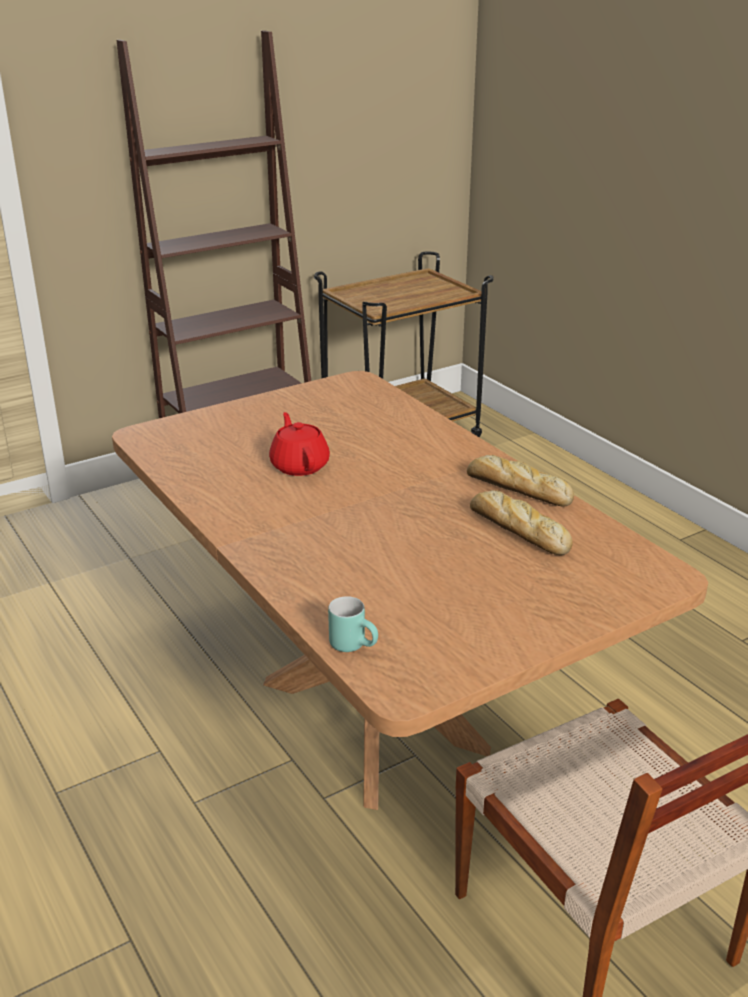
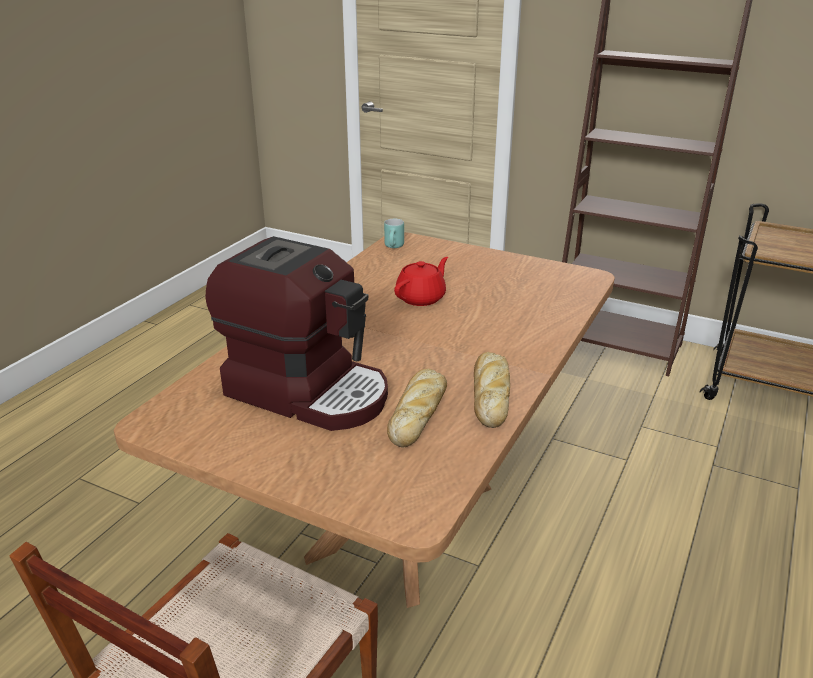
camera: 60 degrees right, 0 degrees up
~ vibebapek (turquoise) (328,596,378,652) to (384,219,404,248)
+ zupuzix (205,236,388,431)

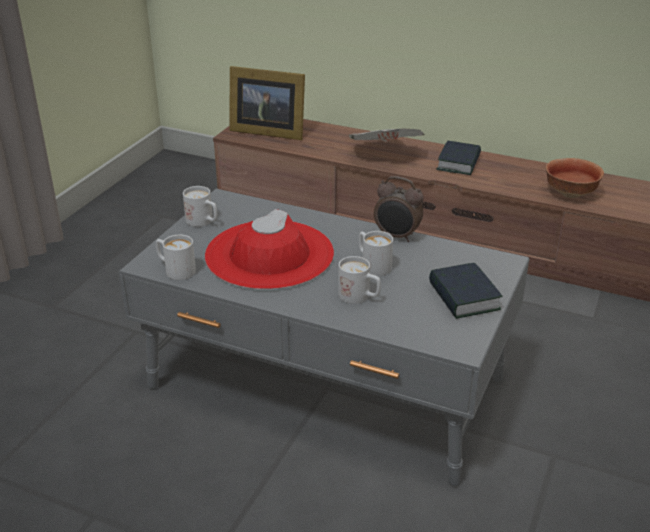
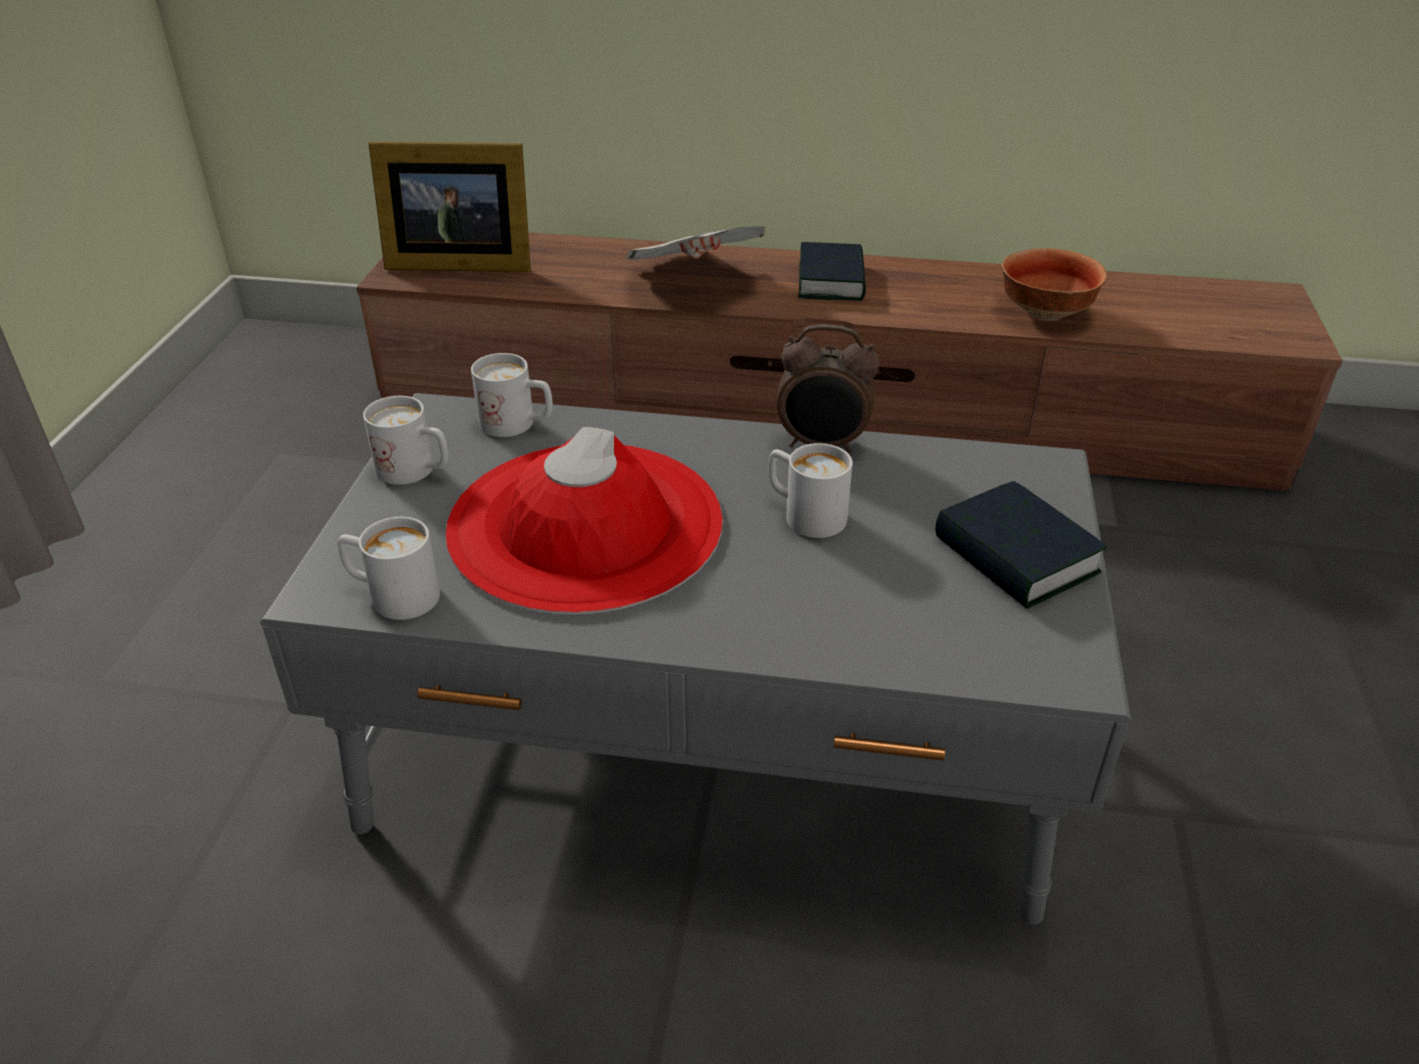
camera: 15 degrees left, 5 degrees up
~ vibebapek (white) (338,256,381,304) to (471,353,553,437)

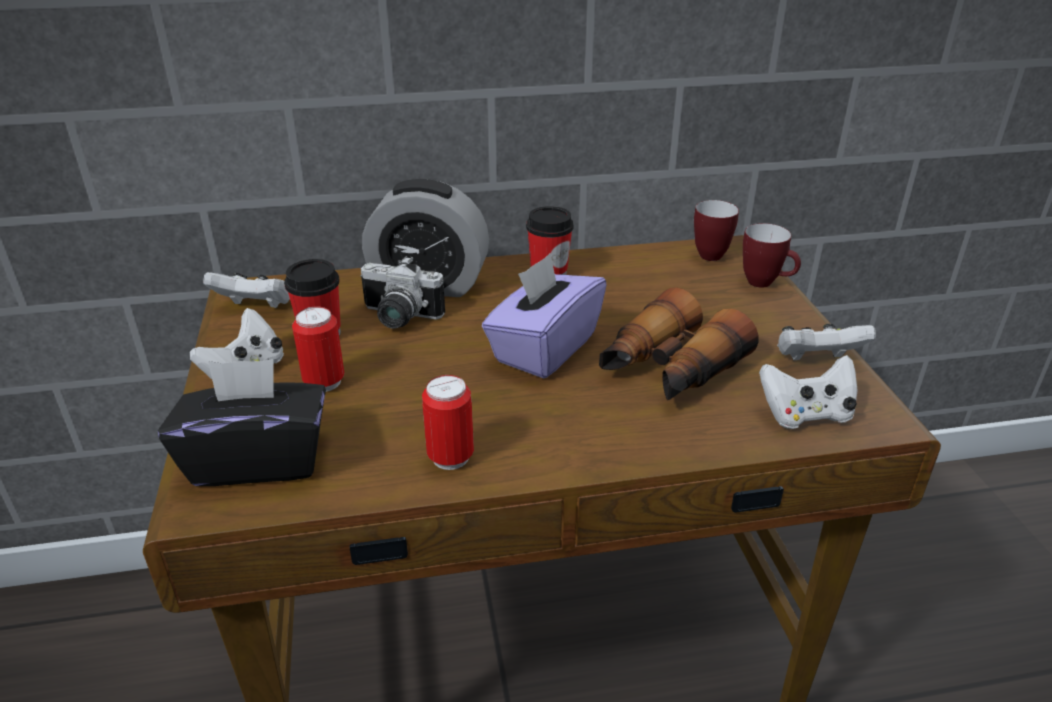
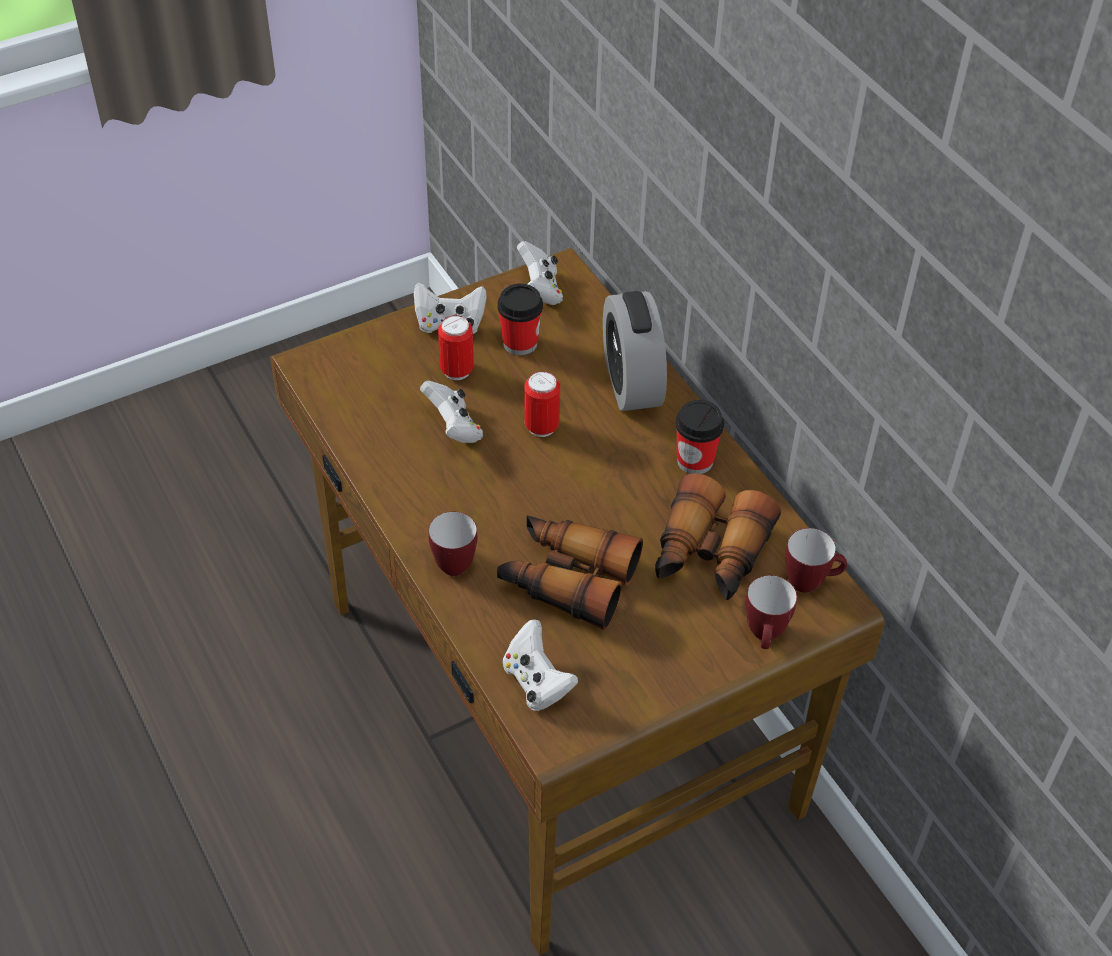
camera: 70 degrees right, 15 degrees up
- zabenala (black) (158,359,326,486)
- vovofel (360,256,445,329)
~ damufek (422,375,474,470) to (524,371,560,437)
- zabenala (purple) (482,253,607,379)
~ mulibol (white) (777,324,876,360) to (420,381,483,443)
+ vibebapek (428,512,477,576)
+ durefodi (655,473,781,600)

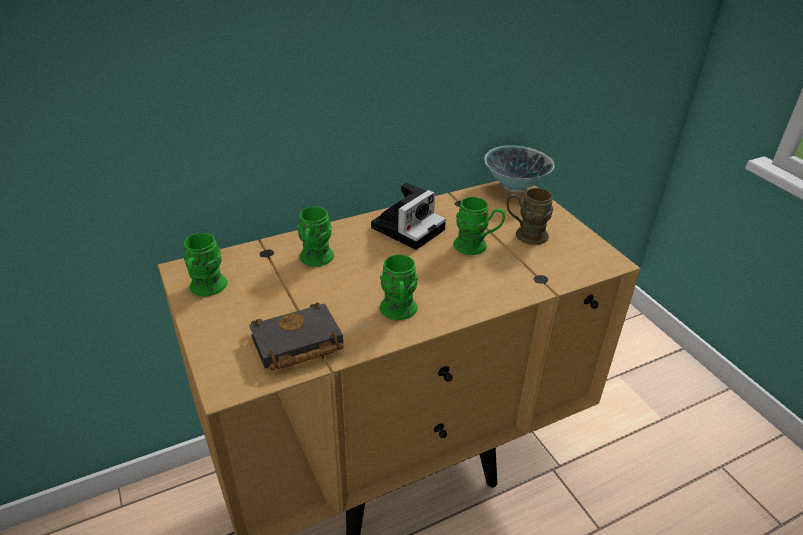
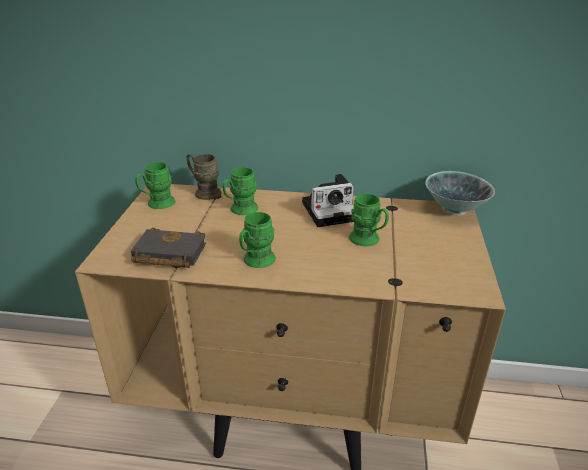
camera: 35 degrees right, 5 degrees down
~ vibebapek (brown) (507,188,553,245) to (186,154,221,200)

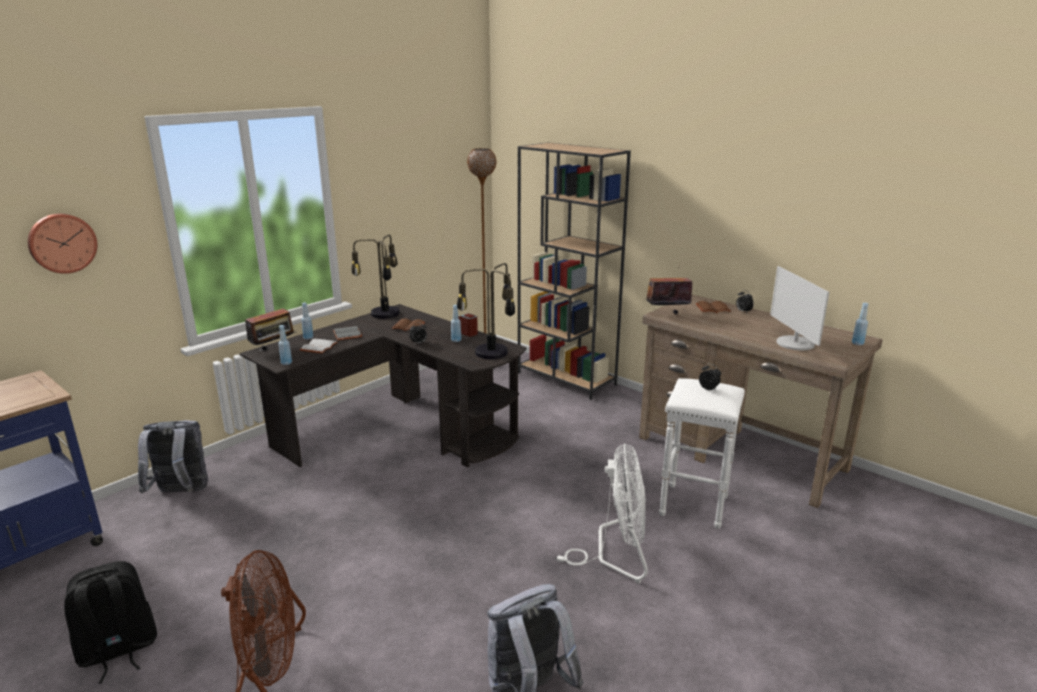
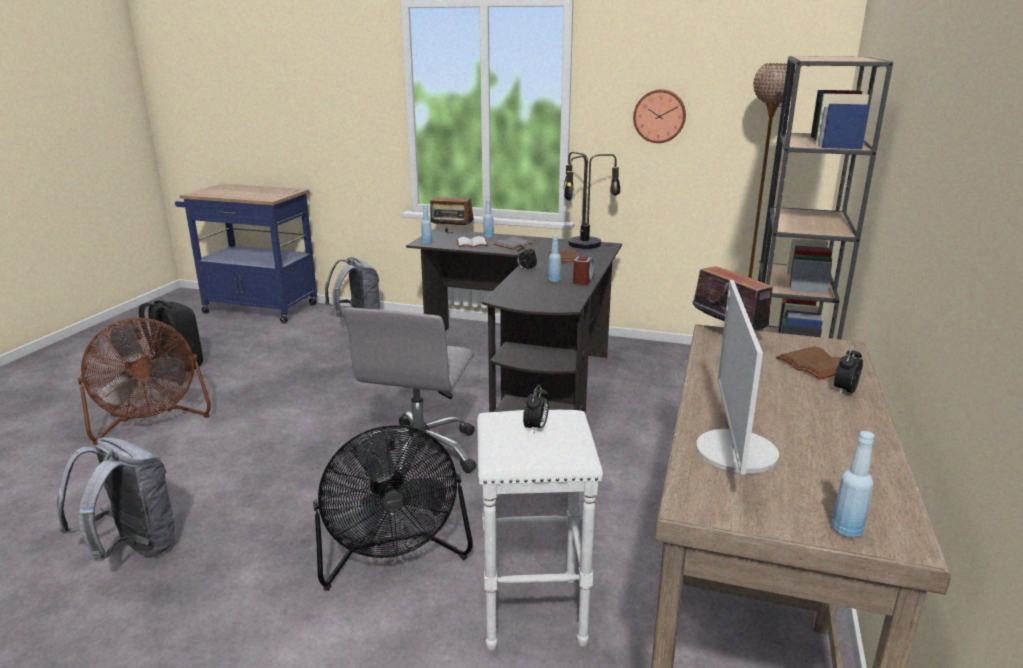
camera: 65 degrees right, 0 degrees up
~ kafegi (28,214,97,274) to (633,89,686,143)
- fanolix (457,263,515,359)
~ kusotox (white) (555,444,648,584) to kusotox (black) (313,425,473,591)
~ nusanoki (770,266,829,350) = (696,280,779,475) 45 degrees counterclockwise
+ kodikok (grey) (344,308,477,484)

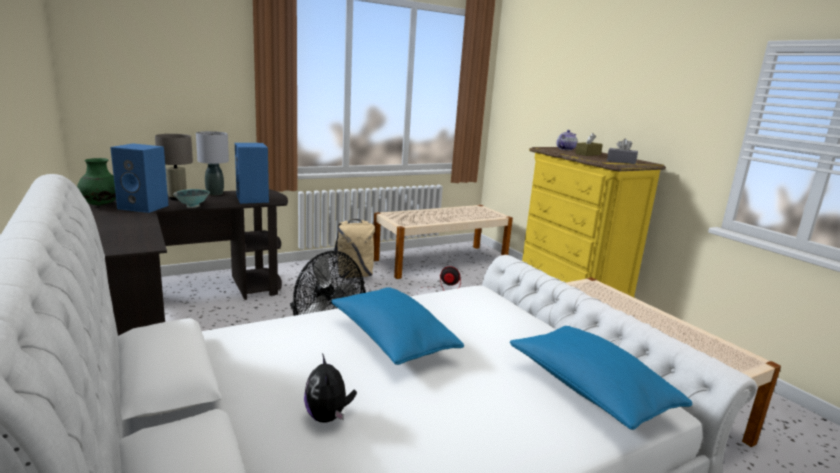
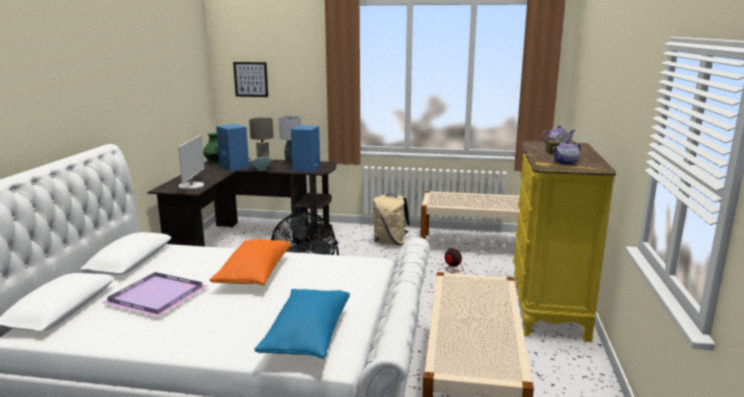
camera: 40 degrees right, 0 degrees up
~ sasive (304,353,357,423) to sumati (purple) (101,272,208,317)
~ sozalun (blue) (331,287,464,365) to sozalun (orange) (210,239,291,285)
~ zabenala (grey) (607,138,638,164) to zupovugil (553,140,581,165)
+ nusanoki (178,135,205,190)
+ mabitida (233,62,268,97)

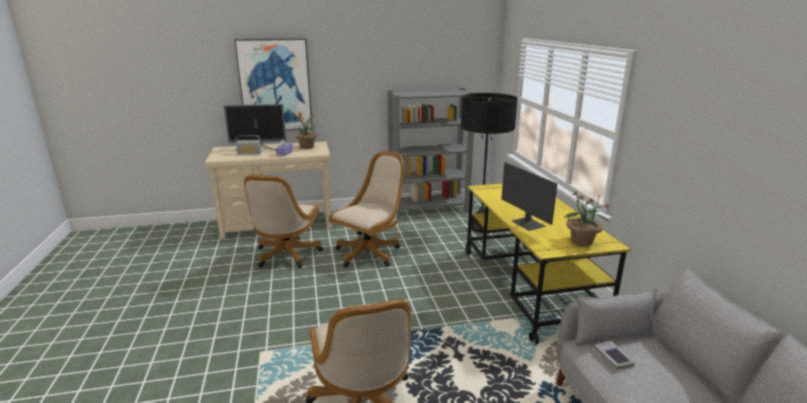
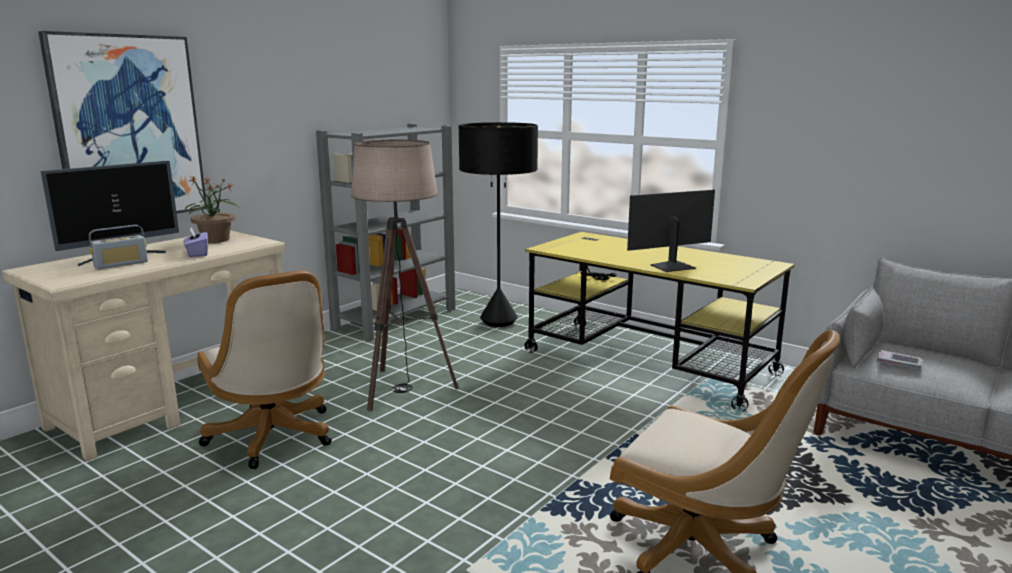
camera: 40 degrees left, 5 degrees down
~ kodikok (329,151,404,267) to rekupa (351,140,458,411)
~ nusanoki (501,162,557,231) = (627,190,715,272) 135 degrees clockwise
- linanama (564,192,609,246)

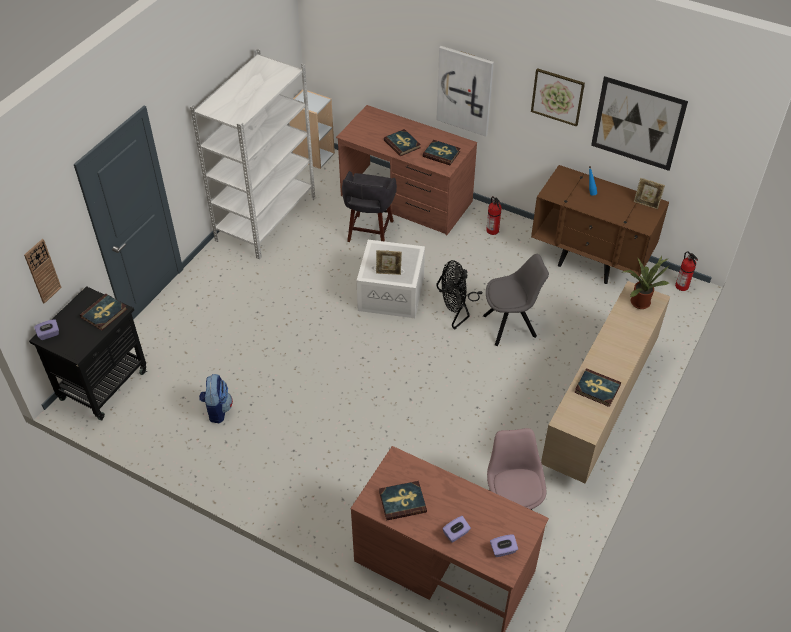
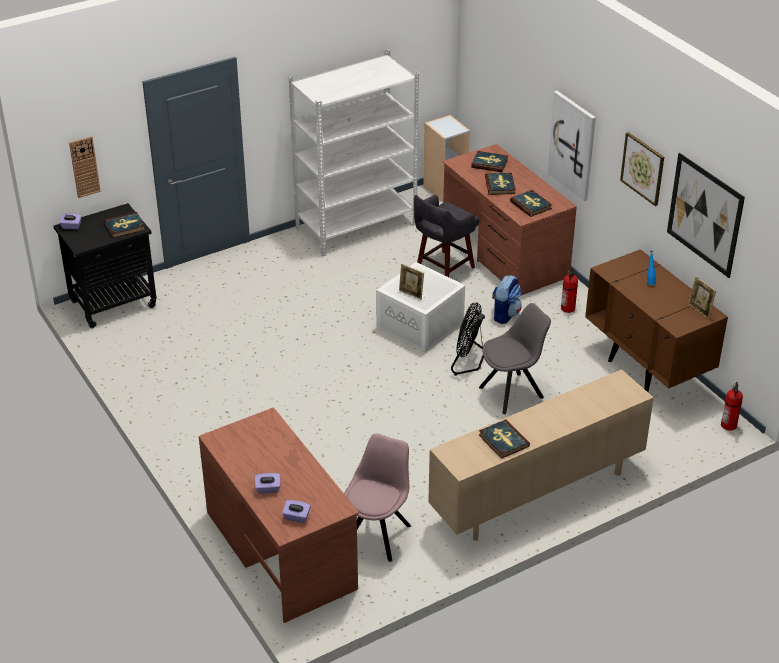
camera: 30 degrees right, 10 degrees down
~ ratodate (199,374,233,423) to (492,275,522,324)
~ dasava (379,481,427,521) to (471,151,508,172)
~ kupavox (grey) (483,254,549,346) = (479,303,551,414) 45 degrees counterclockwise
- linanama (623,256,670,309)

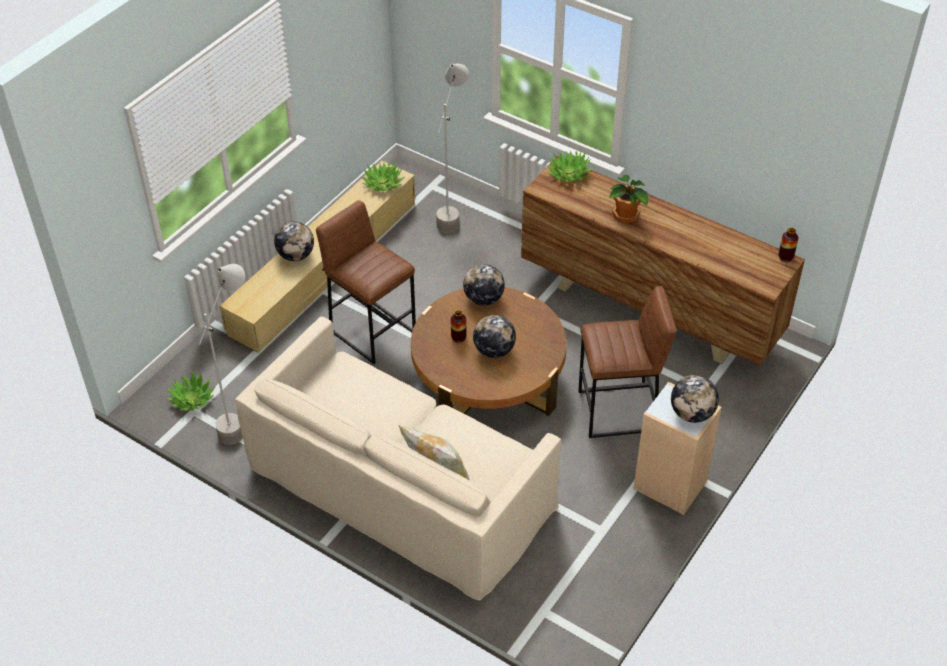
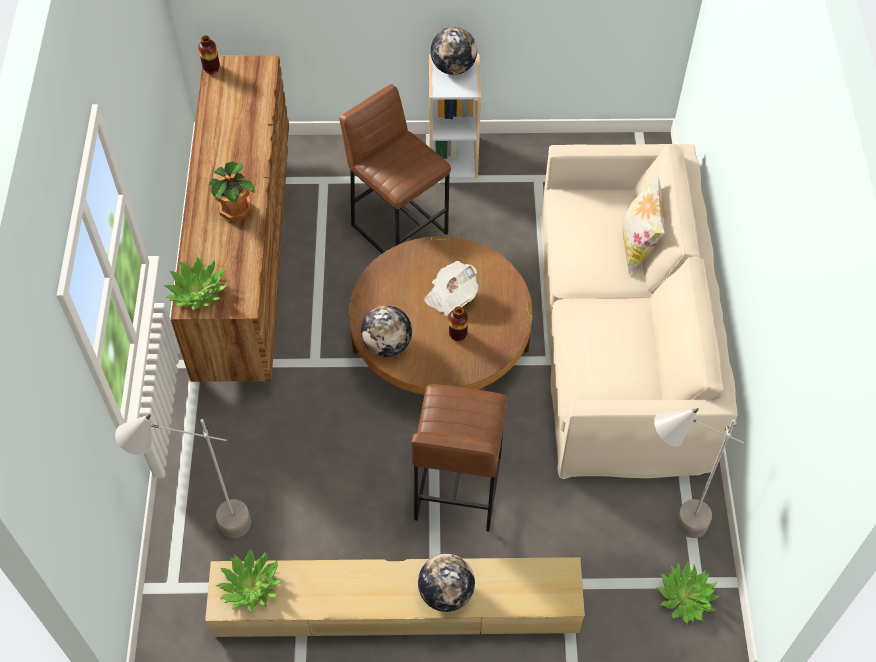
camera: 125 degrees left, 10 degrees up
~ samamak (473,315,516,358) to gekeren (424,261,478,316)

